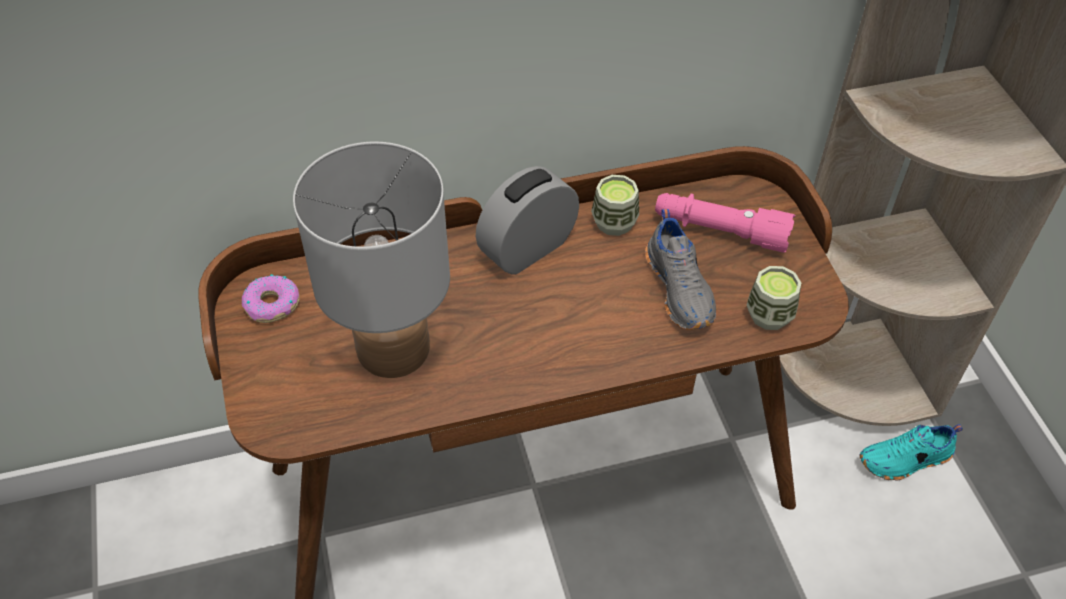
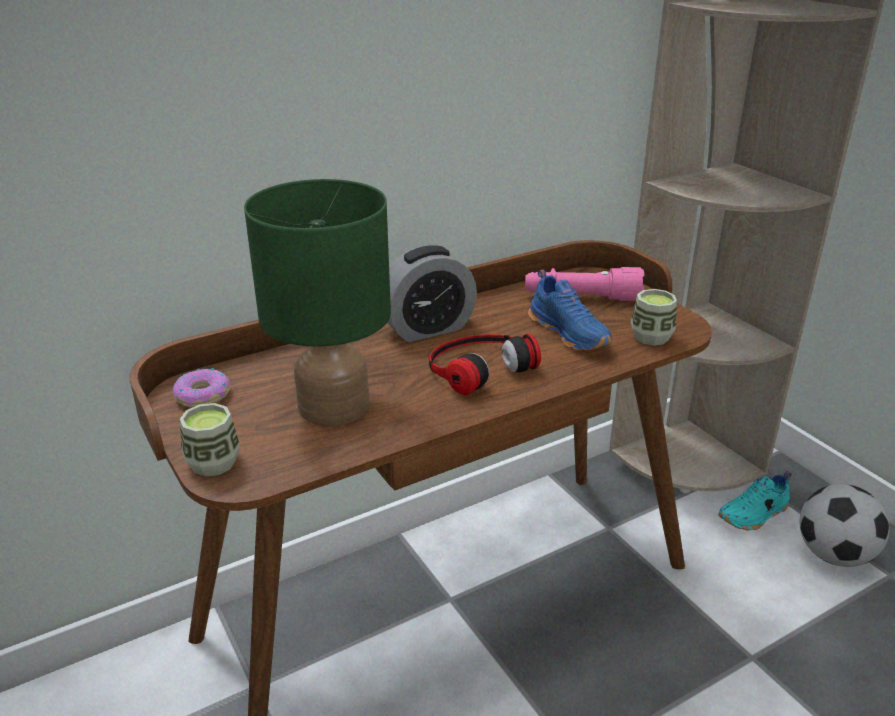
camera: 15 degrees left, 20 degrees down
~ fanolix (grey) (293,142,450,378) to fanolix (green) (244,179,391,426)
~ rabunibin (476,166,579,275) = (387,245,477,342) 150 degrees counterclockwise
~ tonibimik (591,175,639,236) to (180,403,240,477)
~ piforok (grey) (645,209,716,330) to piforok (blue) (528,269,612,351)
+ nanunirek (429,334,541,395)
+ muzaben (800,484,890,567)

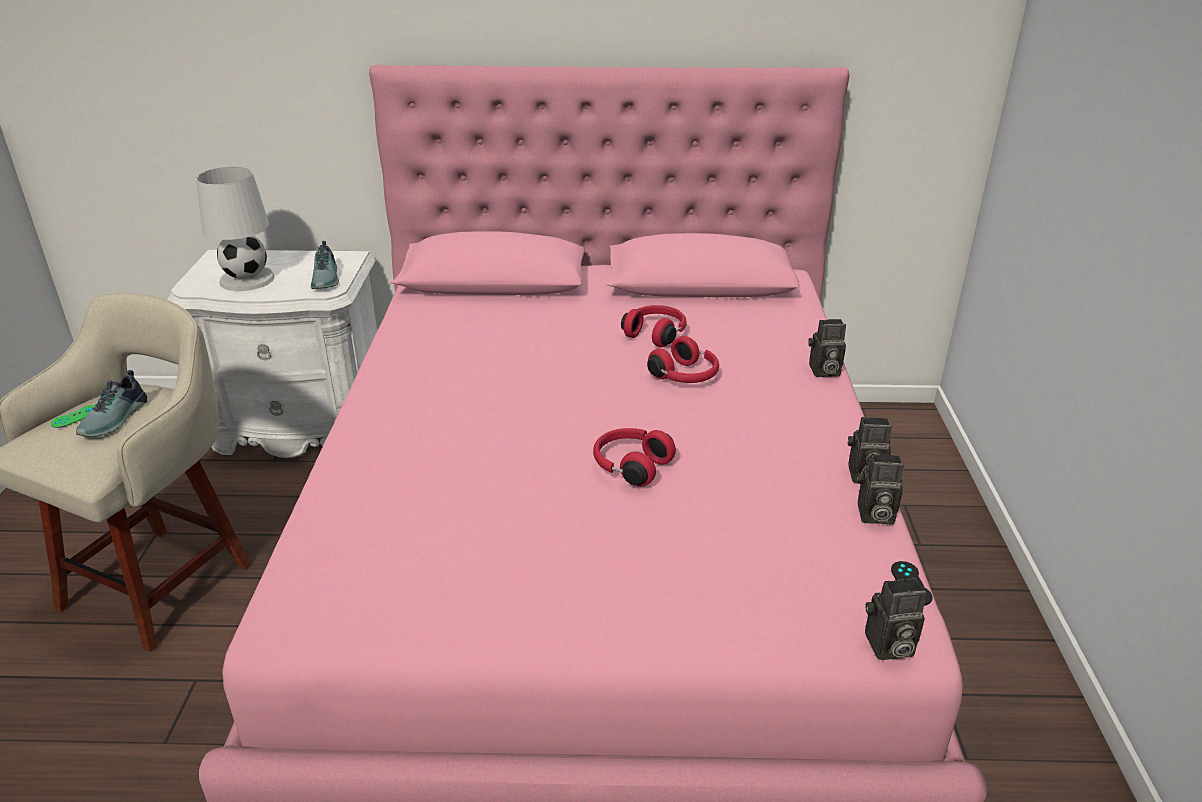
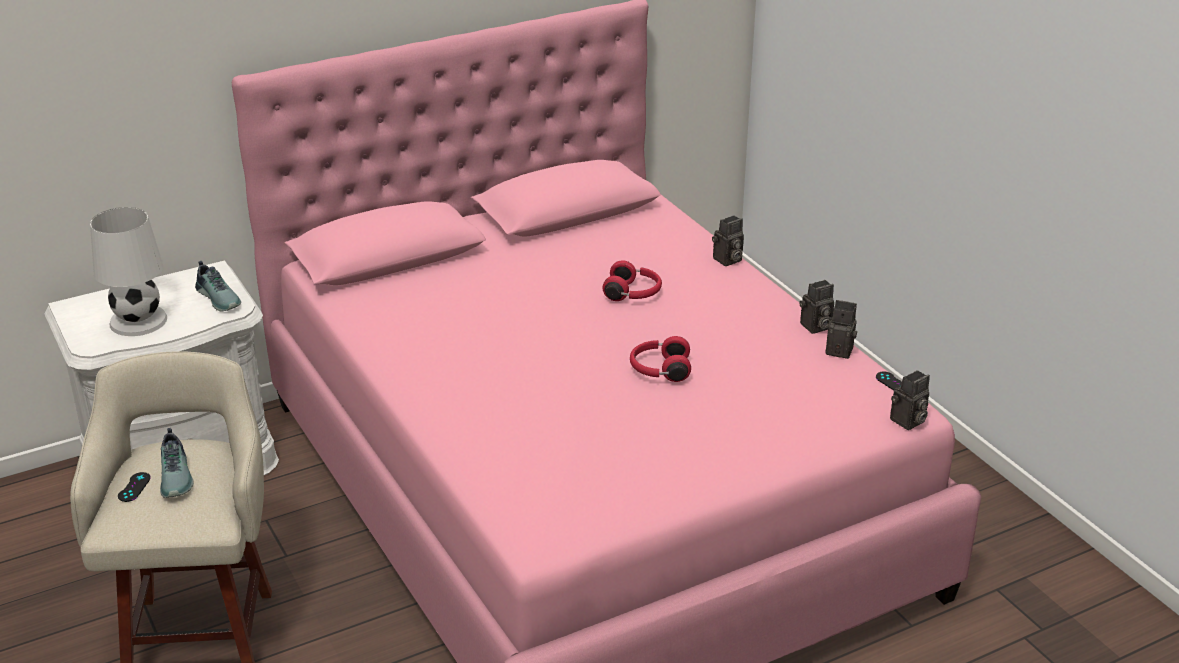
camera: 30 degrees left, 0 degrees up
~ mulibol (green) (51,405,95,428) to mulibol (black) (118,472,151,502)
- nanunirek (red) (621,305,687,347)
~ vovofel (857,454,904,524) = (825,300,857,359) 135 degrees counterclockwise

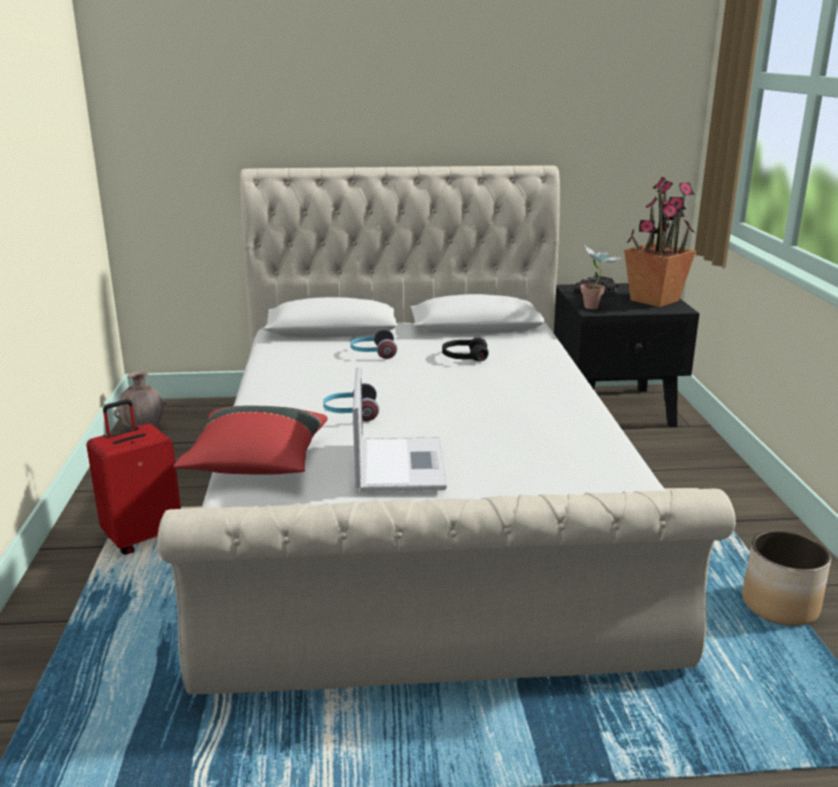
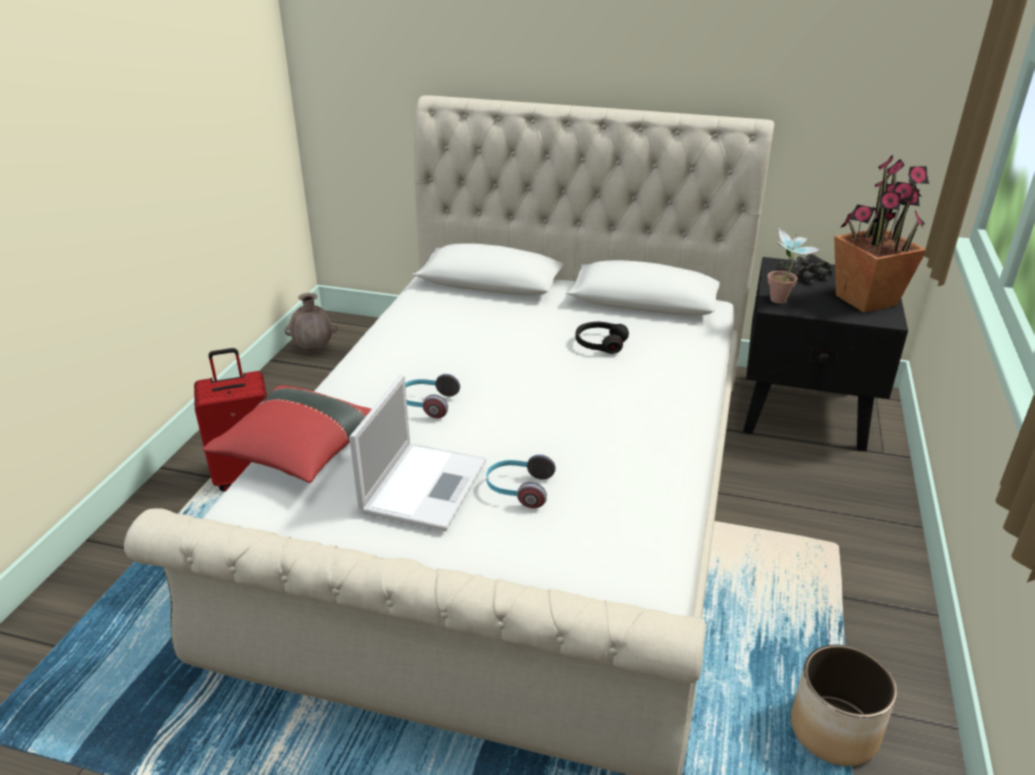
camera: 20 degrees right, 10 degrees up
~ nanunirek (350,329,397,359) to (486,454,556,508)

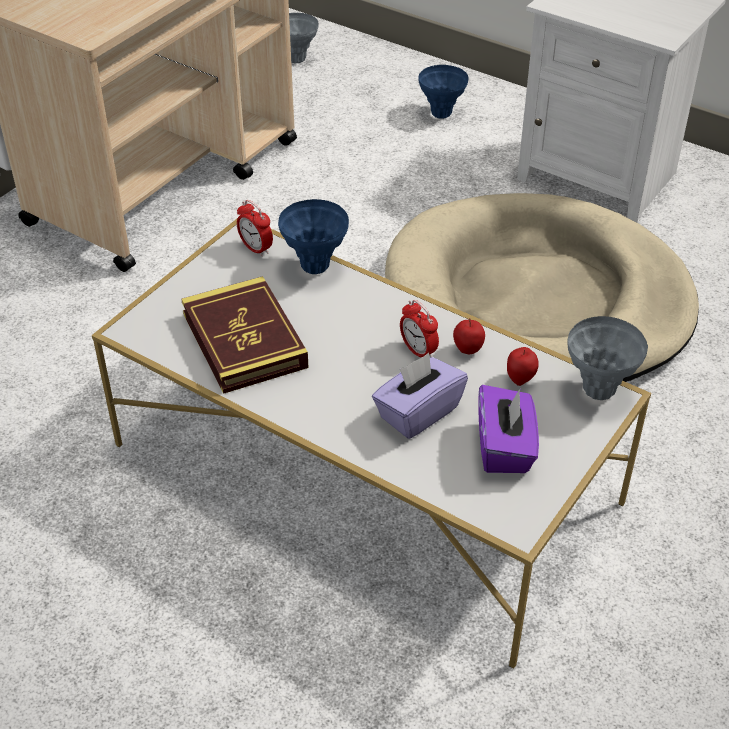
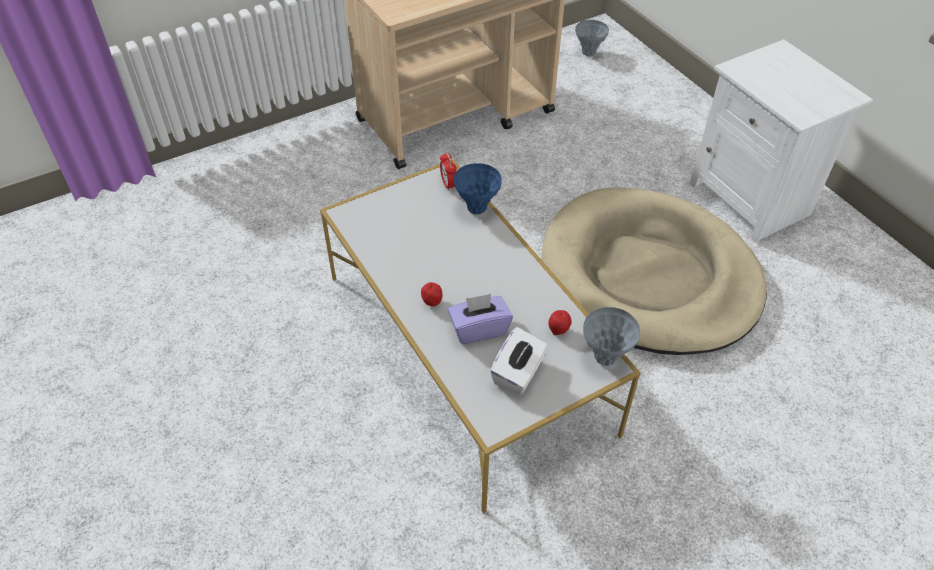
camera: 25 degrees right, 5 degrees up
- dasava (181,276,308,394)
- rabunibin (400,300,439,357)
- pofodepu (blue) (418,65,468,119)
~ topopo (453,318,485,354) to (421,282,442,306)
~ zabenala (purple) (478,385,539,473) to zabenala (white) (490,327,548,395)

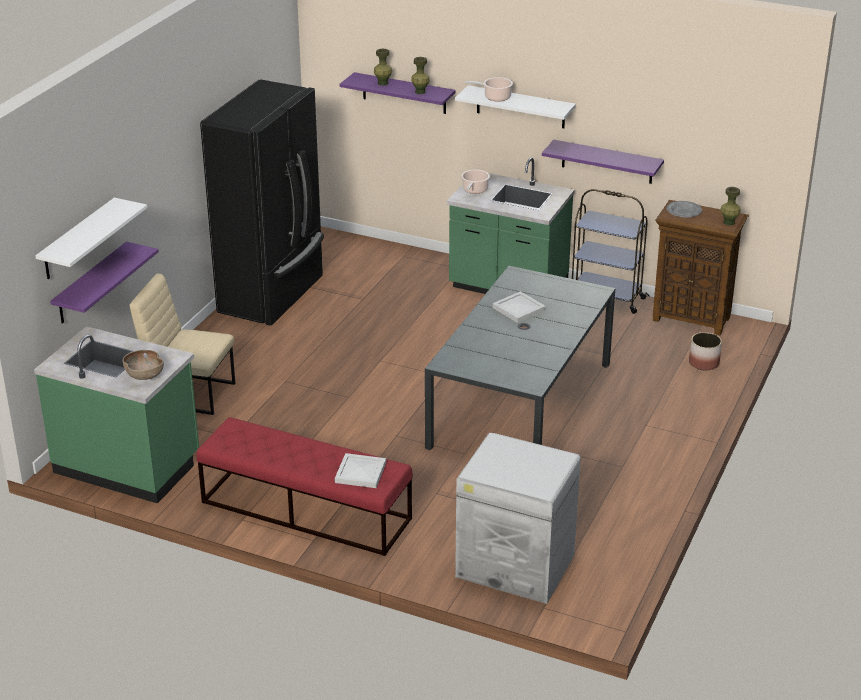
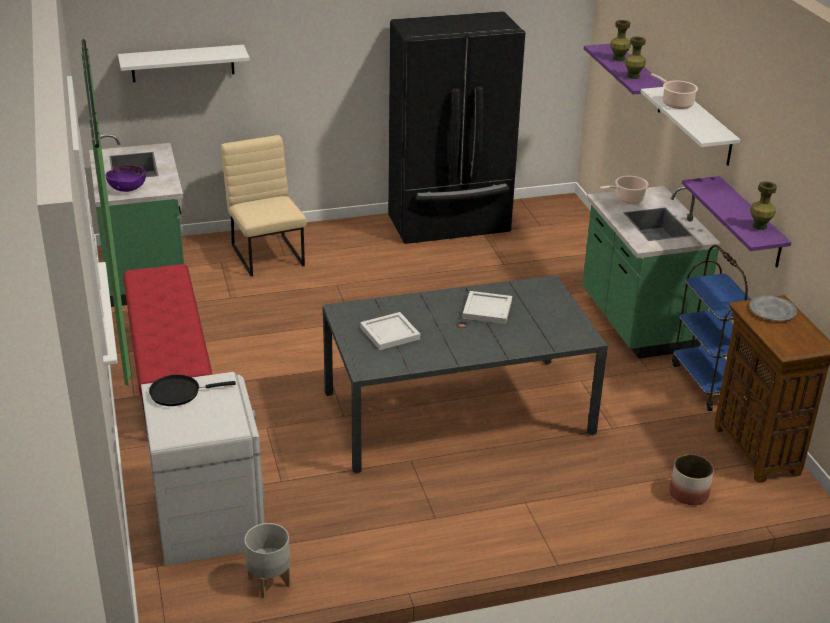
camera: 50 degrees right, 0 degrees up
- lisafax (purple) (50,242,159,324)
~ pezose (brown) (123,350,164,380) to pezose (purple) (105,165,146,192)
~ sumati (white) (335,453,386,488) to (360,312,420,350)
~ pofodepu (green) (721,187,741,225) to (750,181,777,230)
+ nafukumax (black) (149,374,236,406)
+ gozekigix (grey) (244,523,291,598)

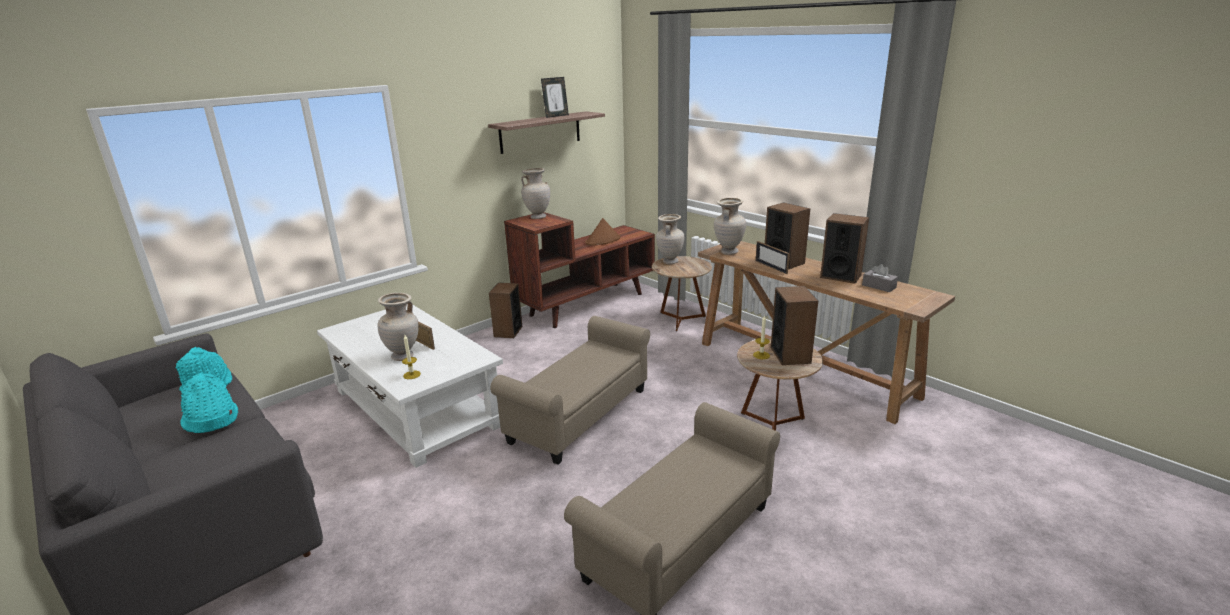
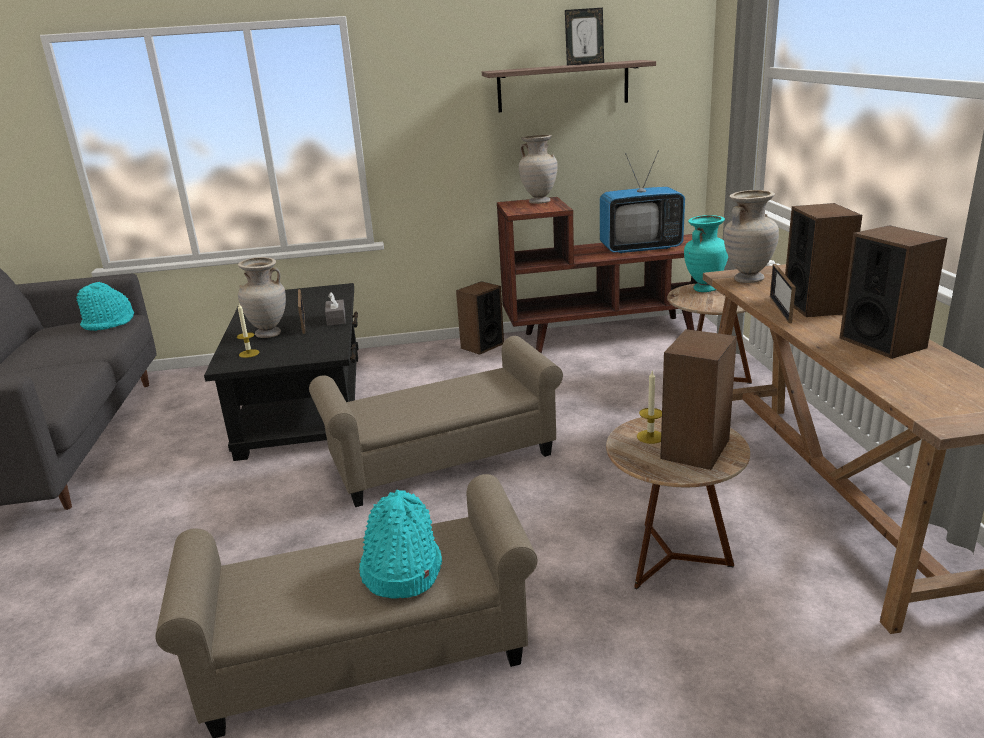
camera: 35 degrees right, 0 degrees up
~ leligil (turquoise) (180,373,238,433) to (359,490,442,598)
~ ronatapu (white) (317,305,503,468) to ronatapu (black) (204,283,358,461)
~ leligil (brown) (585,218,620,246) to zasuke (600,150,685,254)
~ pofodepu (beige) (656,214,684,264) to pofodepu (turquoise) (684,215,728,292)
~ zabenala (grey) (862,264,898,292) to (325,292,345,326)

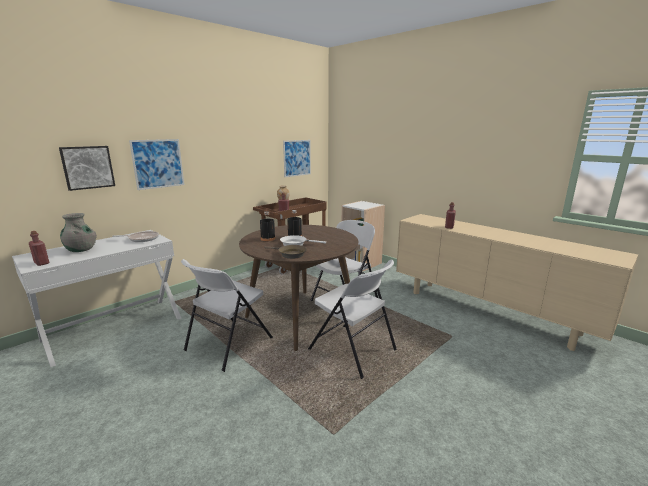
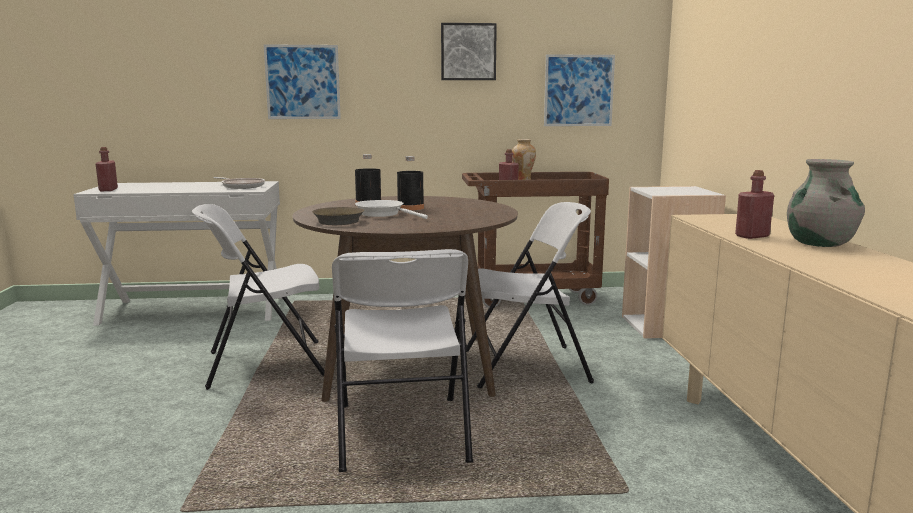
camera: 40 degrees right, 5 degrees down
~ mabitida (59,146,115,191) to (441,23,497,80)
~ pofodepu (grey) (60,213,97,252) to (787,159,865,247)

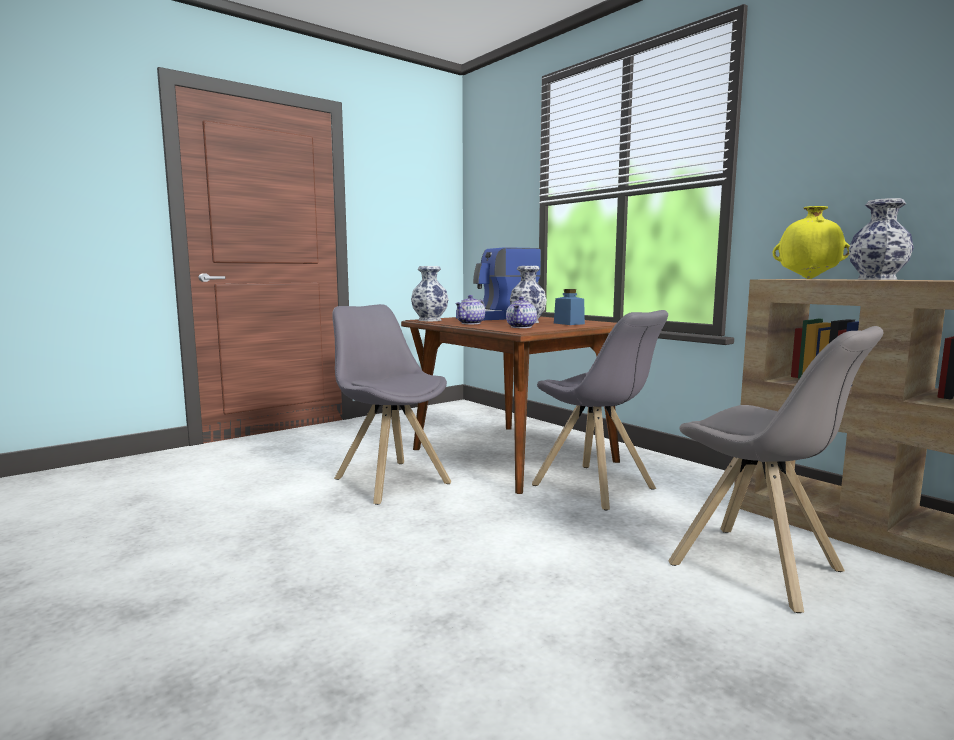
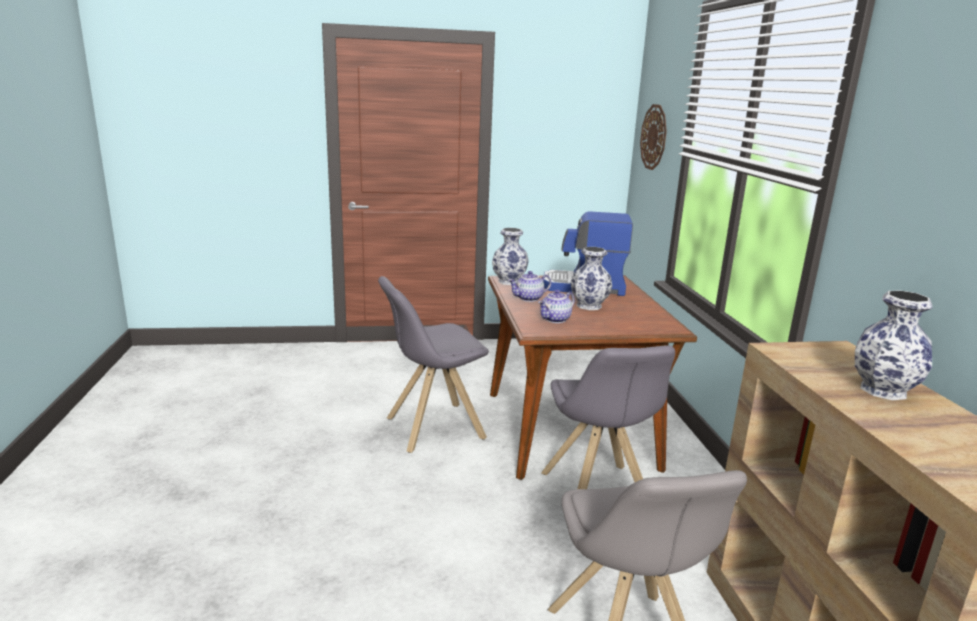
camera: 30 degrees right, 10 degrees up
~ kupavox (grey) (332,304,451,505) = (378,276,489,453) 105 degrees counterclockwise
- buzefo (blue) (554,289,585,325)
- pofodepu (yellow) (773,206,850,279)
+ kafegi (640,104,667,170)

